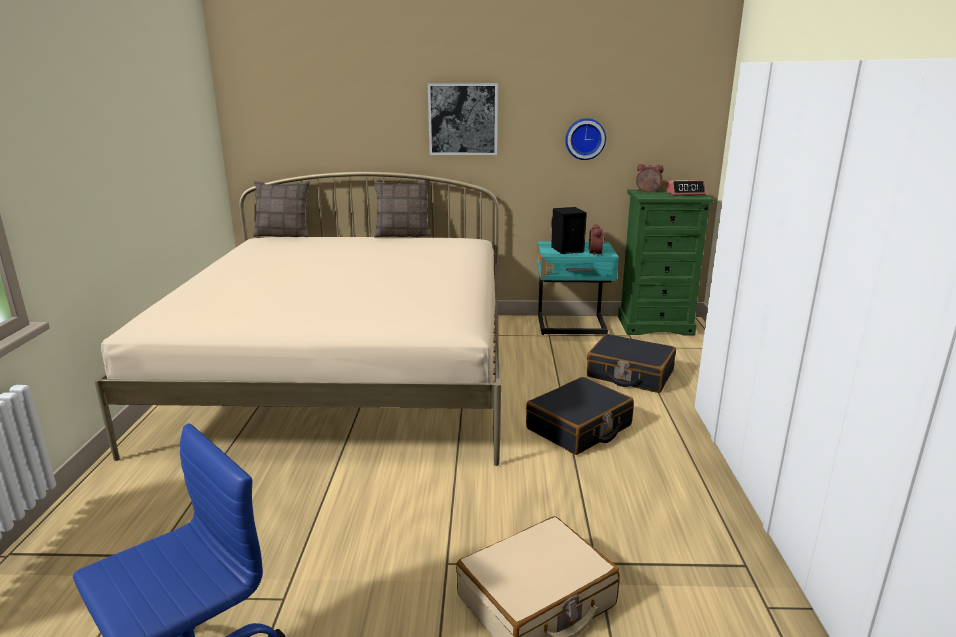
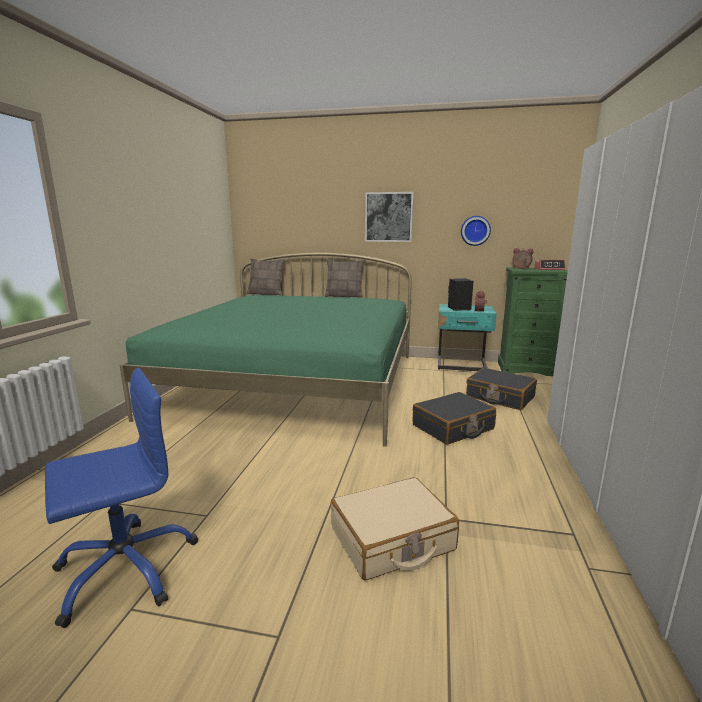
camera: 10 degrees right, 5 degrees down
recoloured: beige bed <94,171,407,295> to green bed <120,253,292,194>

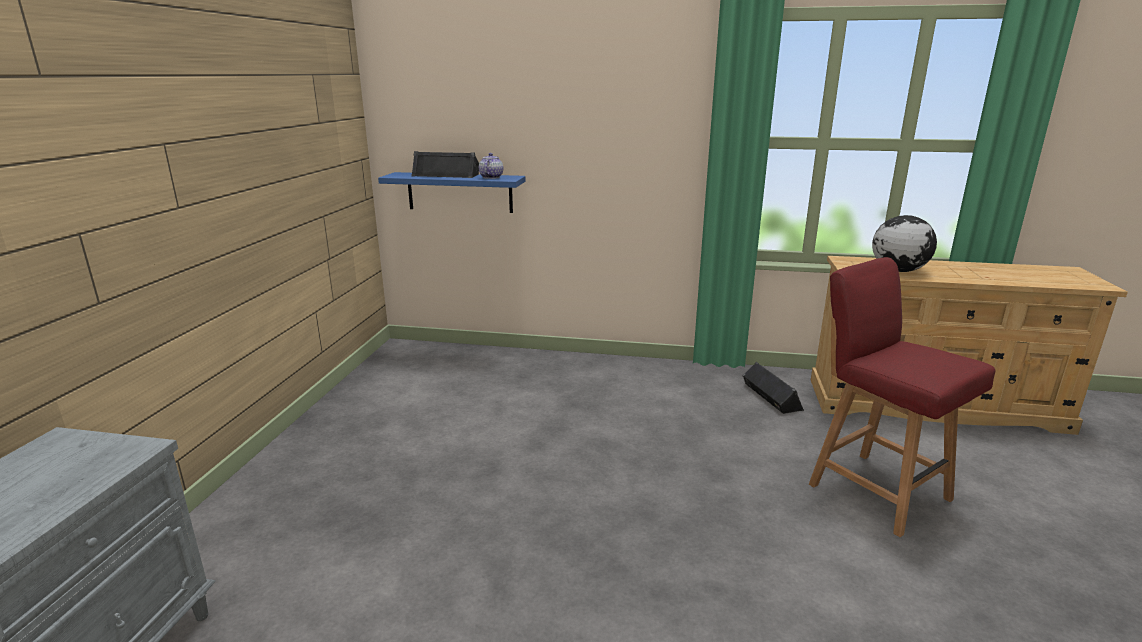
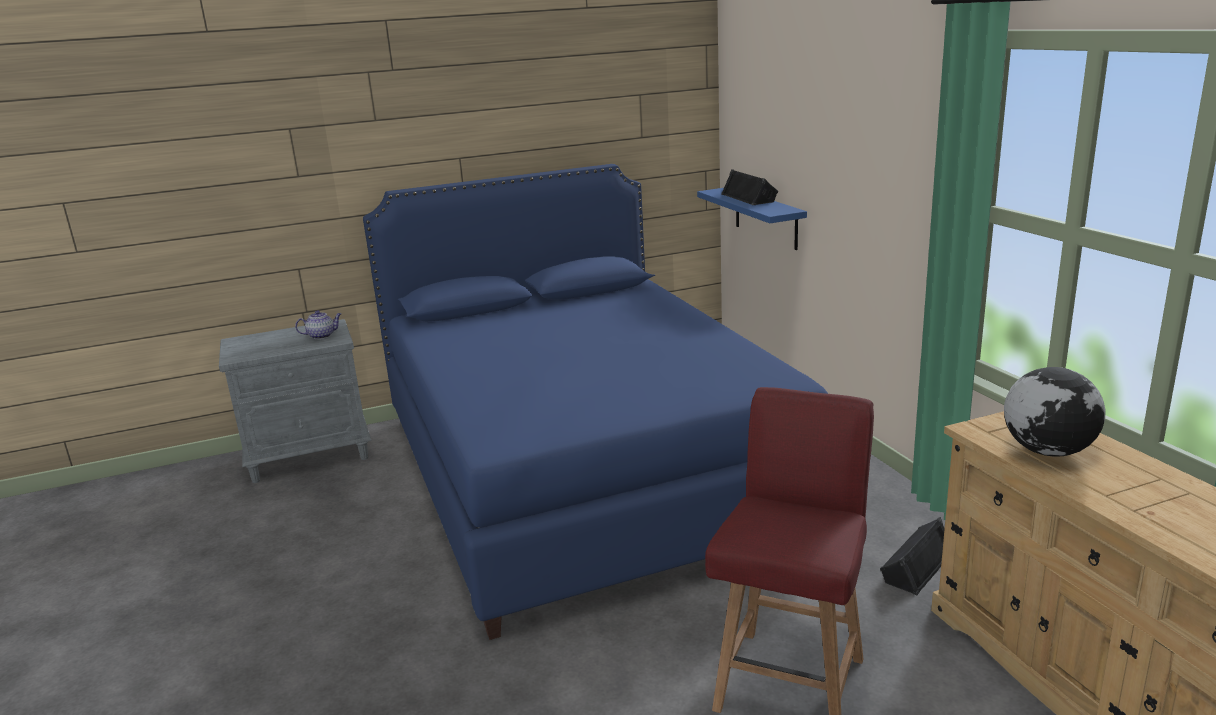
camera: 60 degrees right, 0 degrees up
added: blue bed <363,164,465,476>
moved: teapot <479,153,24,26> to <295,310,46,29>

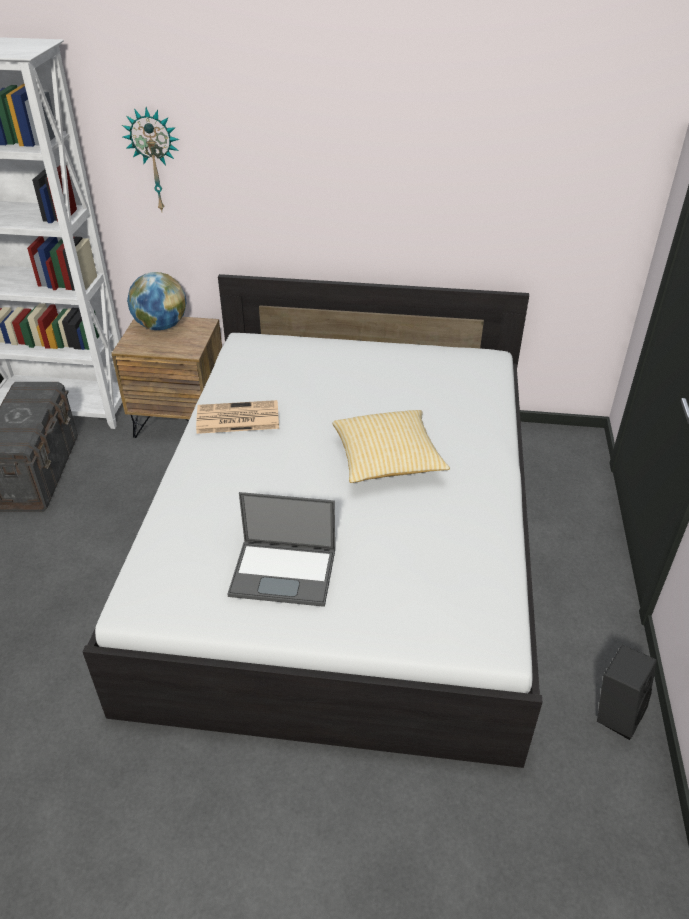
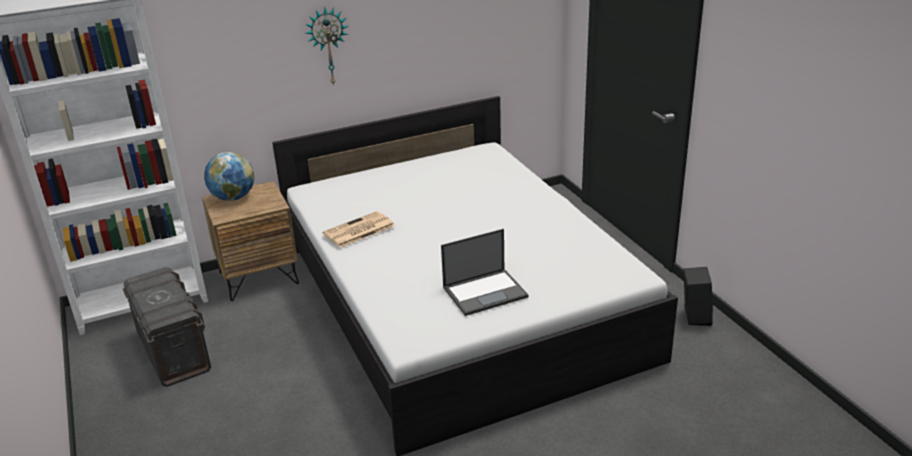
camera: 30 degrees left, 10 degrees down
removed: pillow <333,410,117,73>
moved: wall clock <122,107,57,104> to <305,7,44,79>

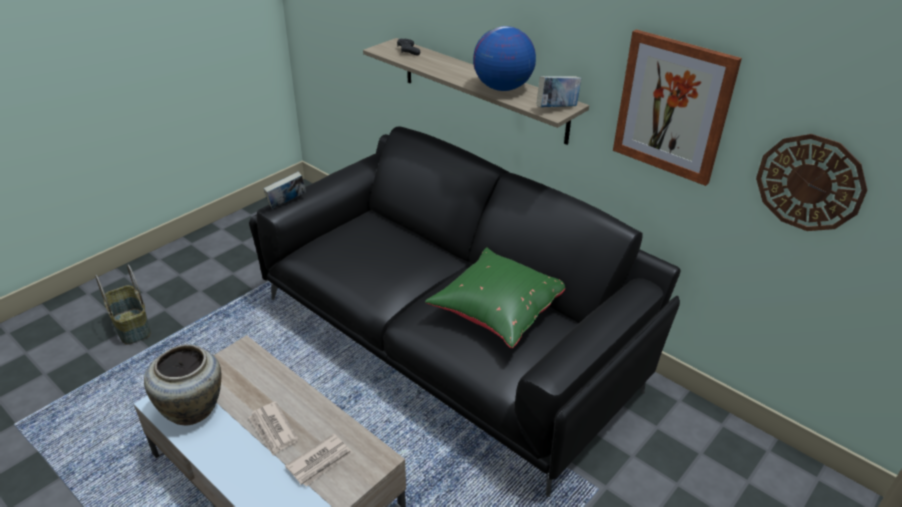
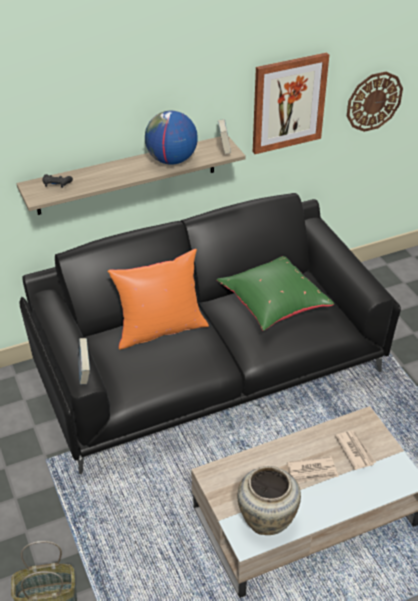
camera: 65 degrees left, 5 degrees up
added: orange pillow <107,249,102,101>

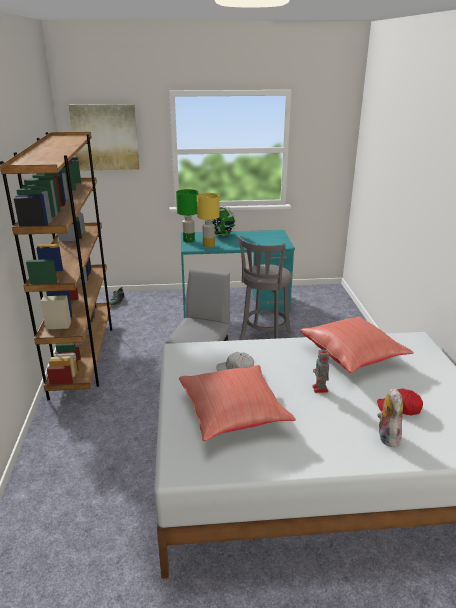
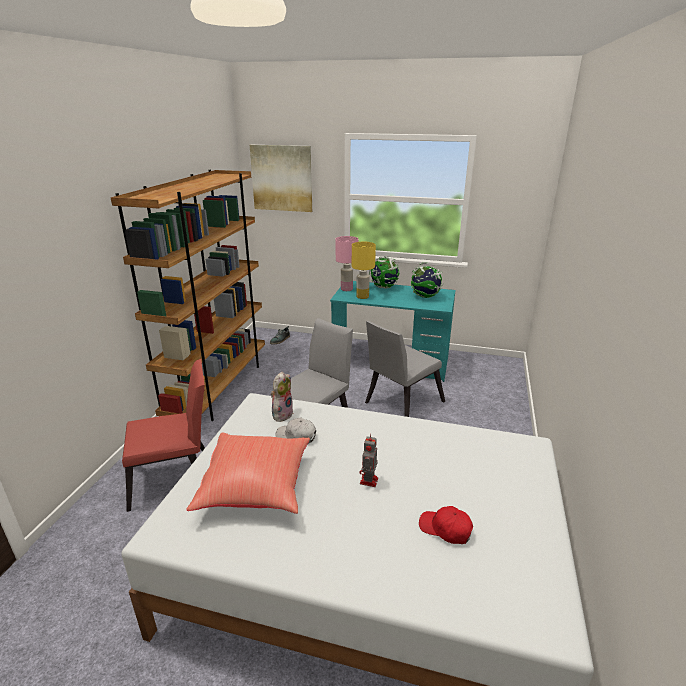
camera: 20 degrees right, 0 degrees up
removed: red pillow <300,316,114,57>
added: red chair <122,359,83,153>; globe <411,262,32,36>
moved: plush toy <377,388,26,59> to <271,372,22,50>
replaced: grey stool <238,236,54,104> to grey chair <365,321,80,96>
recoloured: green table lamp <176,189,22,54> to pink table lamp <336,236,23,55>

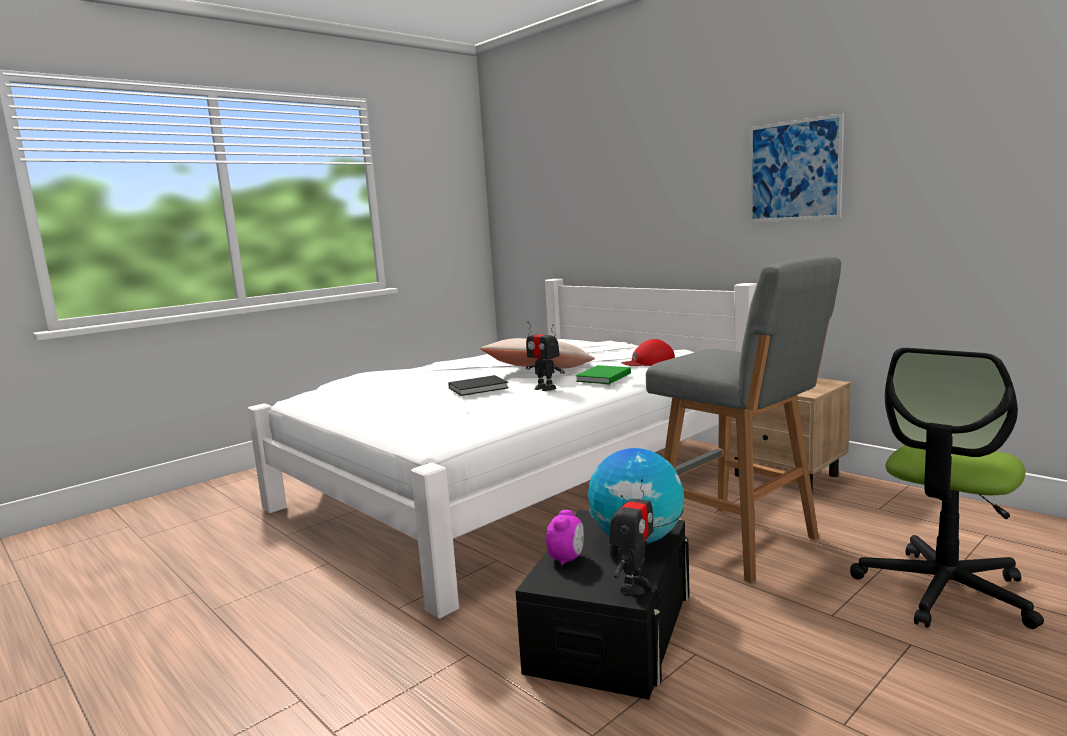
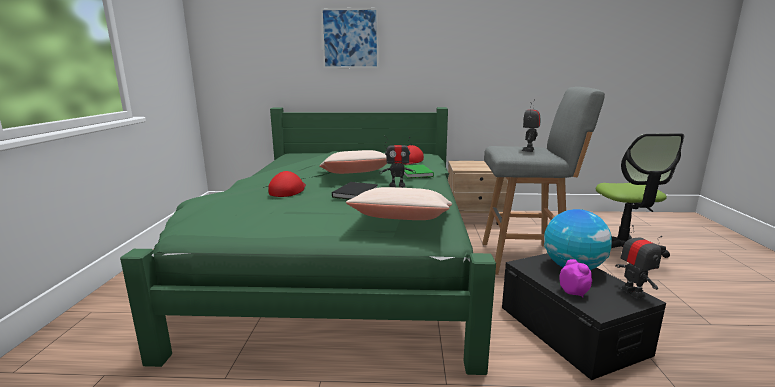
camera: 45 degrees left, 5 degrees up
added: red cap <268,171,38,26>; beige pillow <346,187,106,33>; toy robot <522,99,18,53>
moved: picture <749,113,95,109> to <321,8,58,60>
recoloured: white bed <247,279,510,340> to green bed <120,107,376,268>

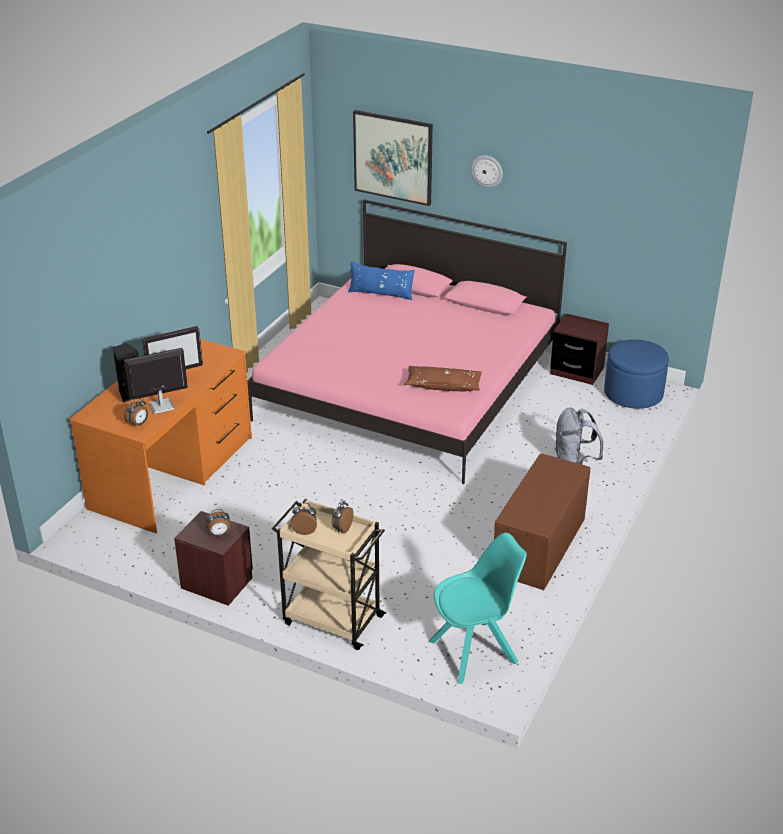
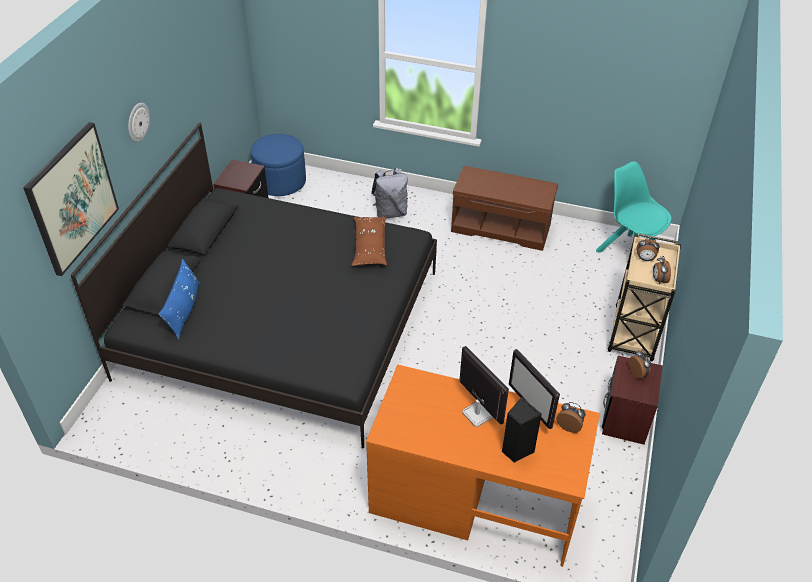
camera: 100 degrees left, 10 degrees up
recoloured: pink bed <247,199,320,285> to black bed <71,123,366,325>

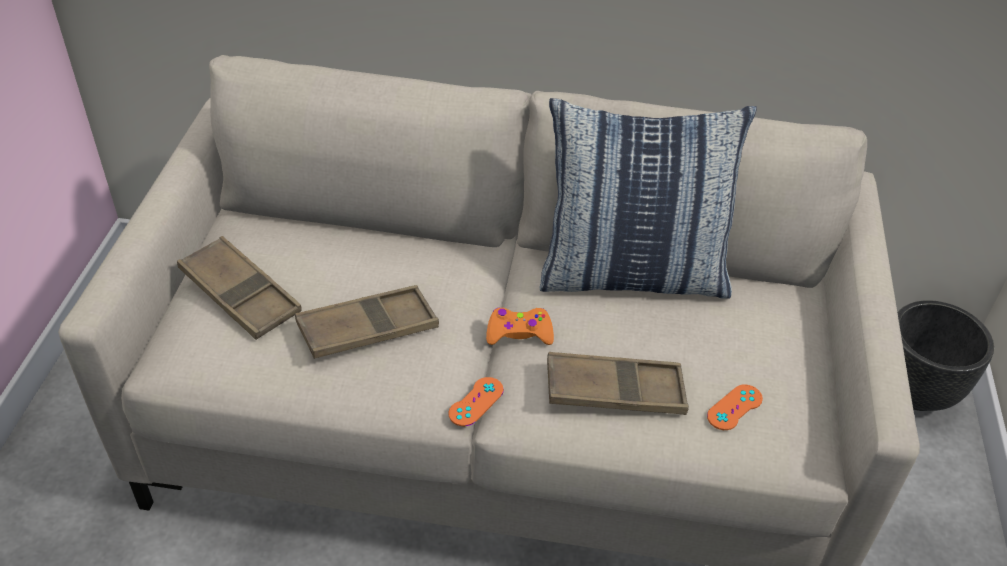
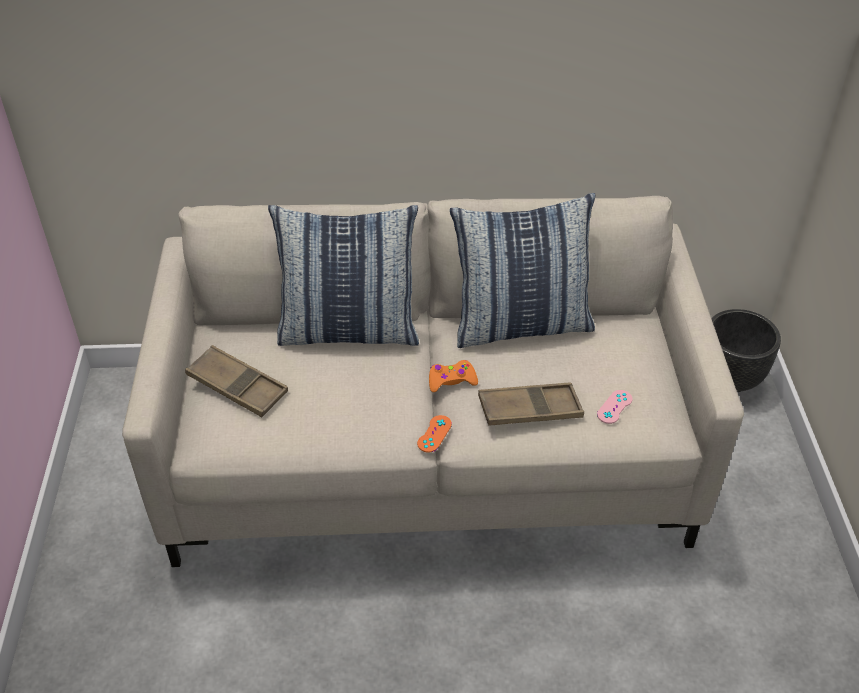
camera: 10 degrees left, 0 degrees up
removed: brown tray <295,285,144,74>
added: pillow <268,205,151,141>
recoloured: orange game controller <707,385,56,45> to pink game controller <597,390,36,34>

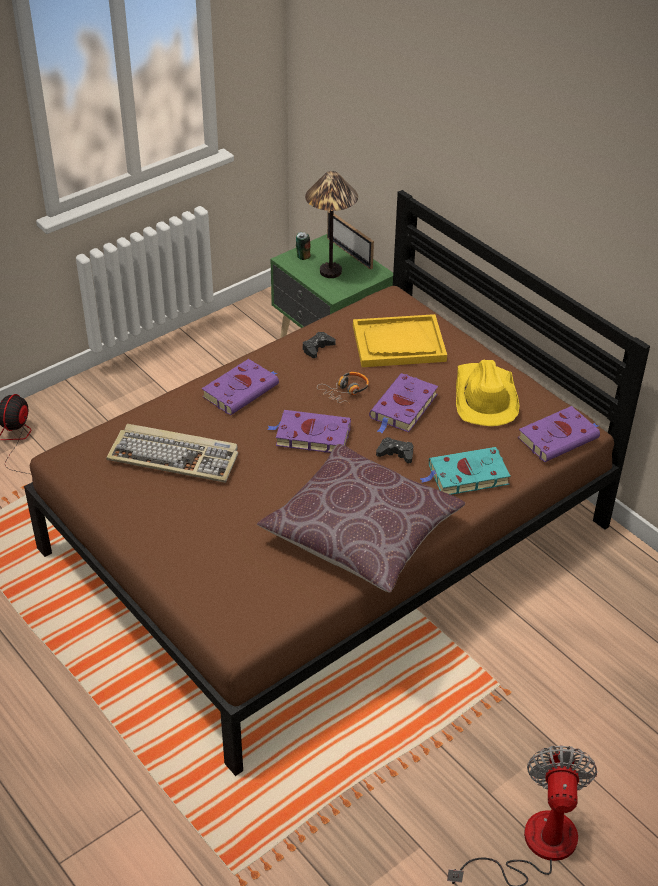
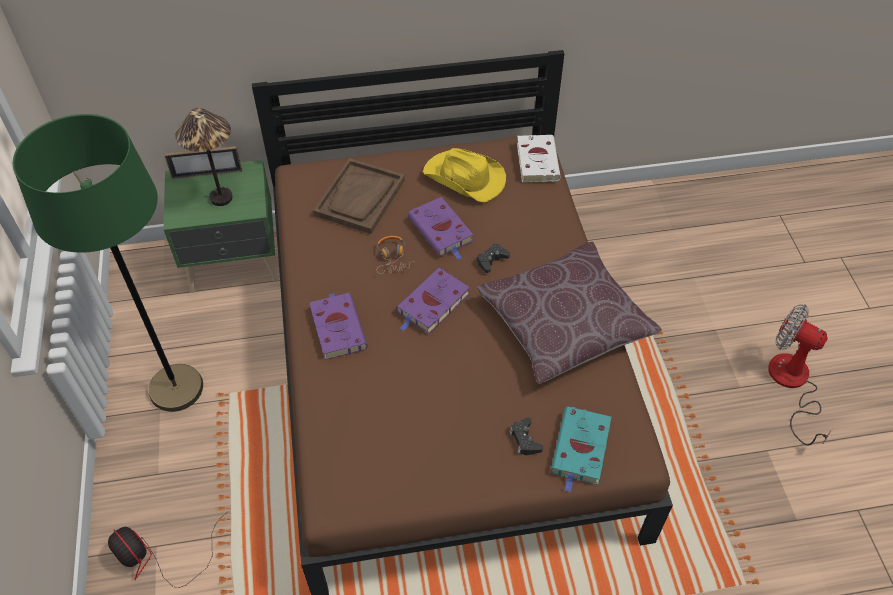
camera: 60 degrees left, 10 degrees up
removed: keyboard <107,424,131,59>; can <296,232,15,28>
added: green floor lamp <13,114,190,298>
moved: black game controller <302,332,34,26> to <509,417,34,38>; turquoise book <420,447,91,48> to <551,407,60,86>
recoloured: yellow tray <353,314,94,53> to brown tray <313,158,92,76>; purple book <518,406,82,56> to white book <517,135,44,47>

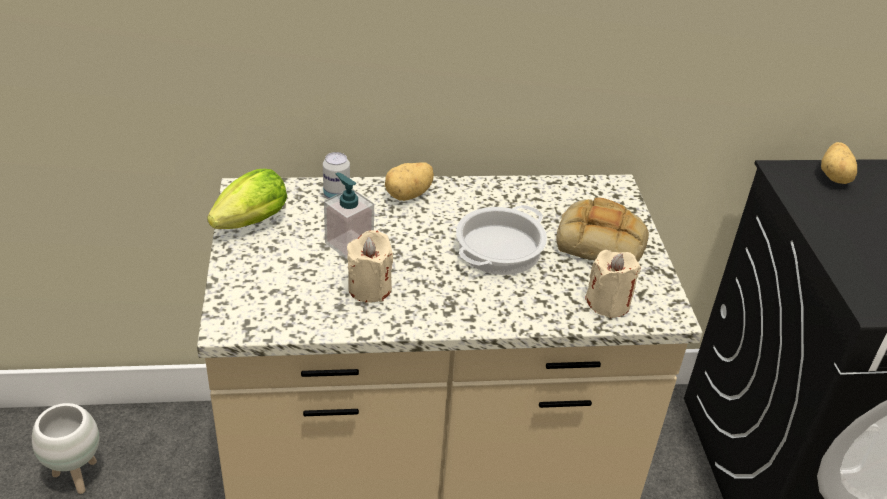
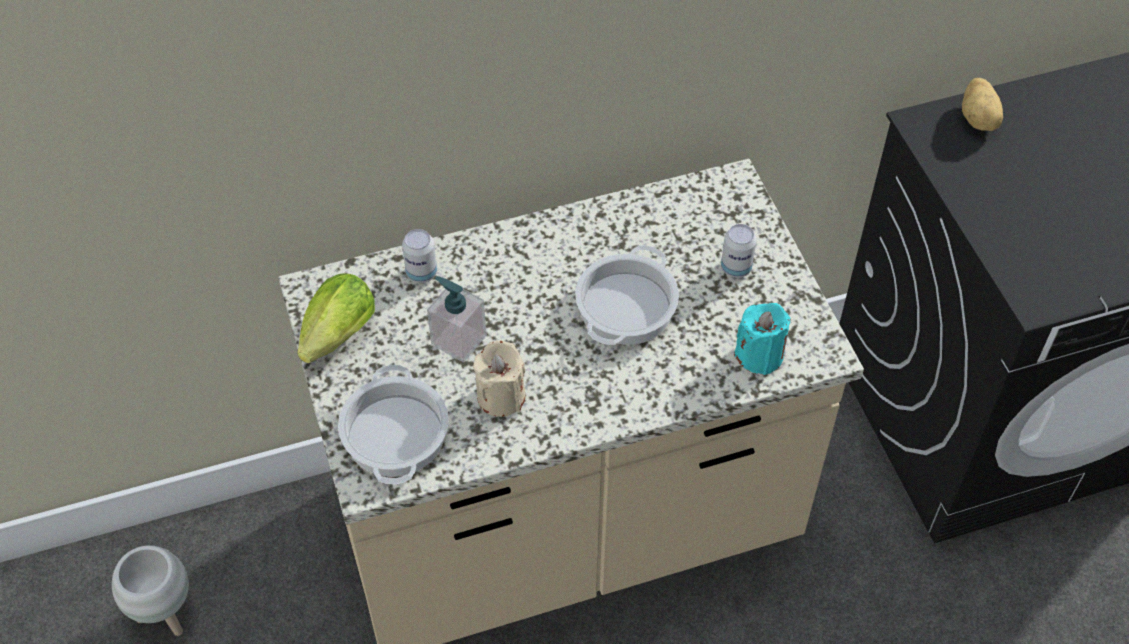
camera: 10 degrees left, 15 degrees up
removed: potato <385,162,49,39>
added: cooking pot <338,365,111,119>
replaced: bread <556,198,93,63> to can <721,224,35,54>
recoloured: beige candle <585,250,56,68> to turquoise candle <734,303,57,72>

